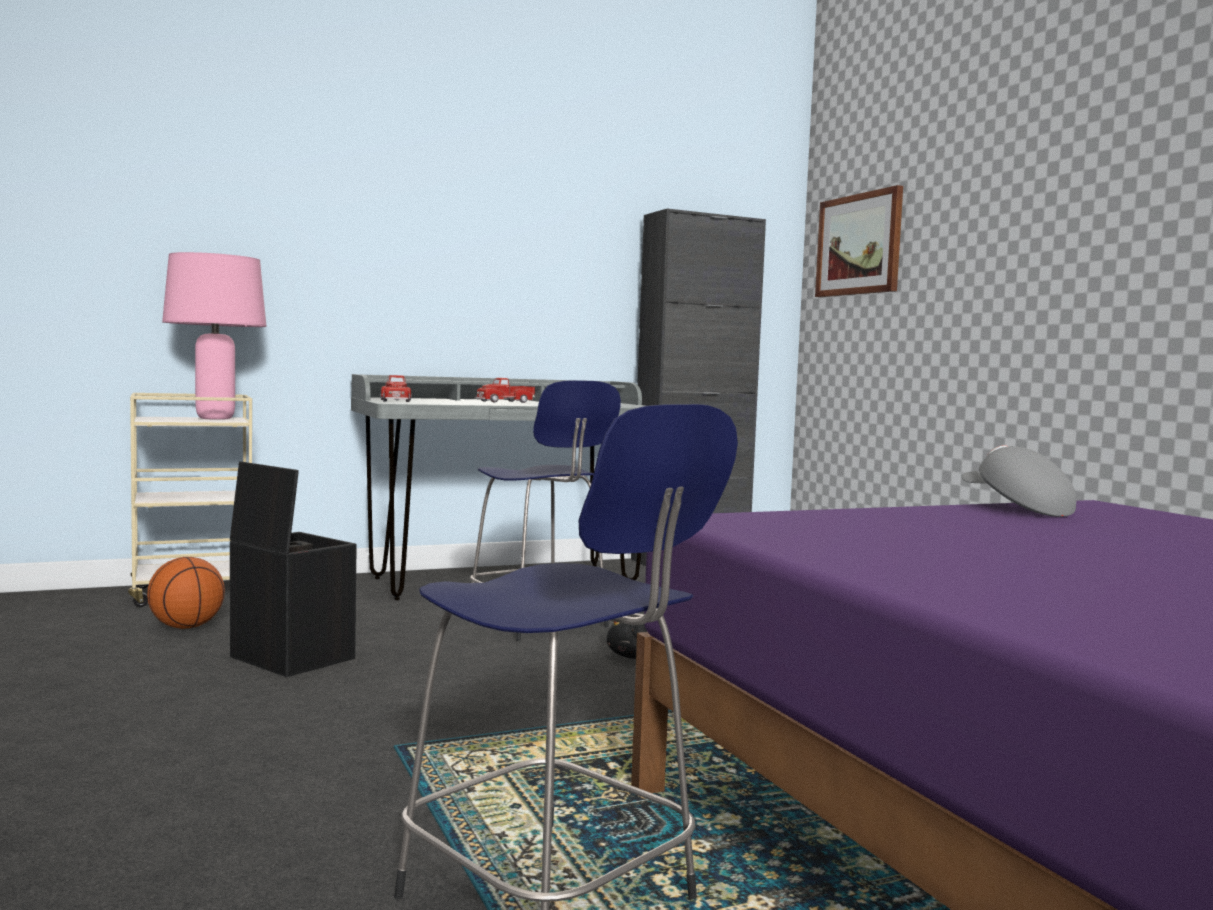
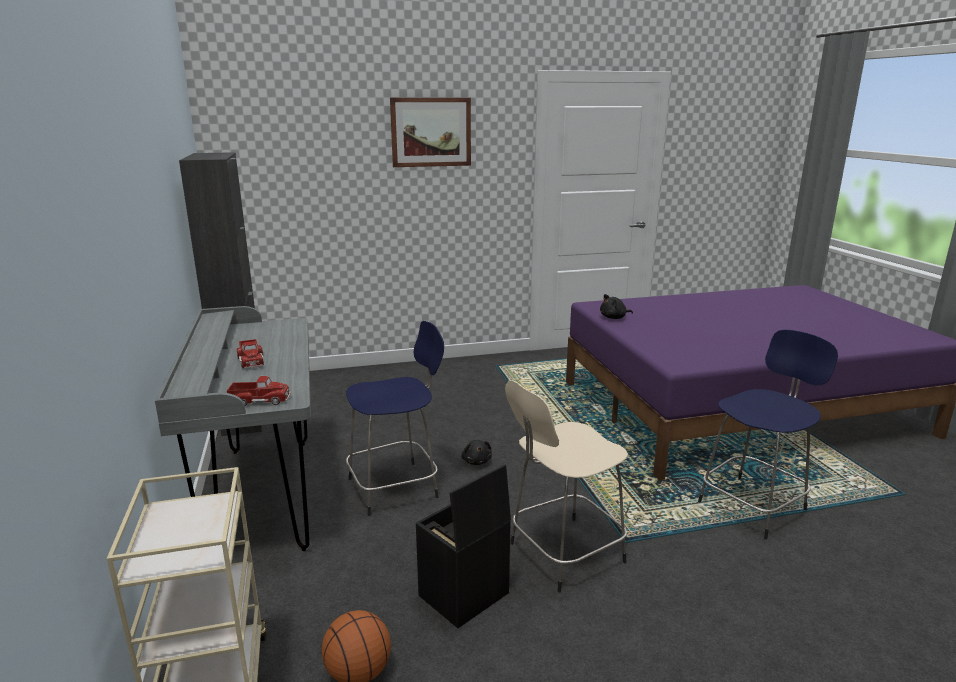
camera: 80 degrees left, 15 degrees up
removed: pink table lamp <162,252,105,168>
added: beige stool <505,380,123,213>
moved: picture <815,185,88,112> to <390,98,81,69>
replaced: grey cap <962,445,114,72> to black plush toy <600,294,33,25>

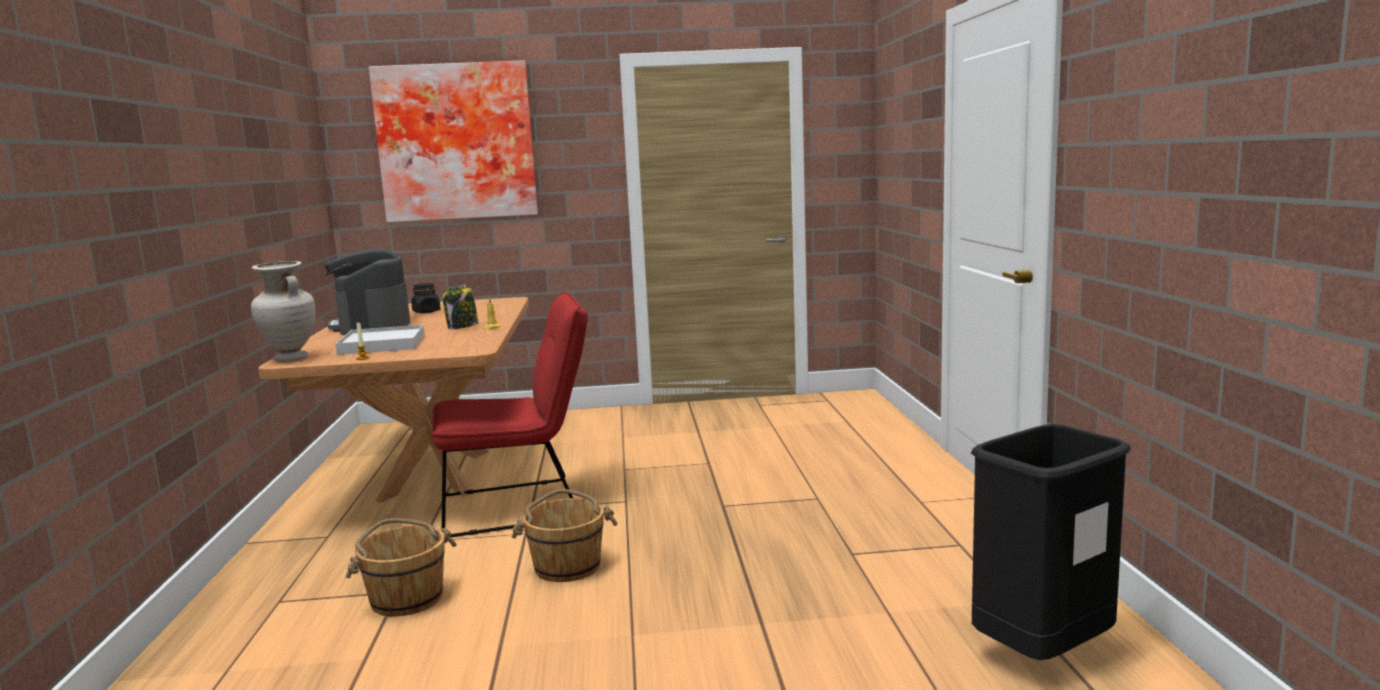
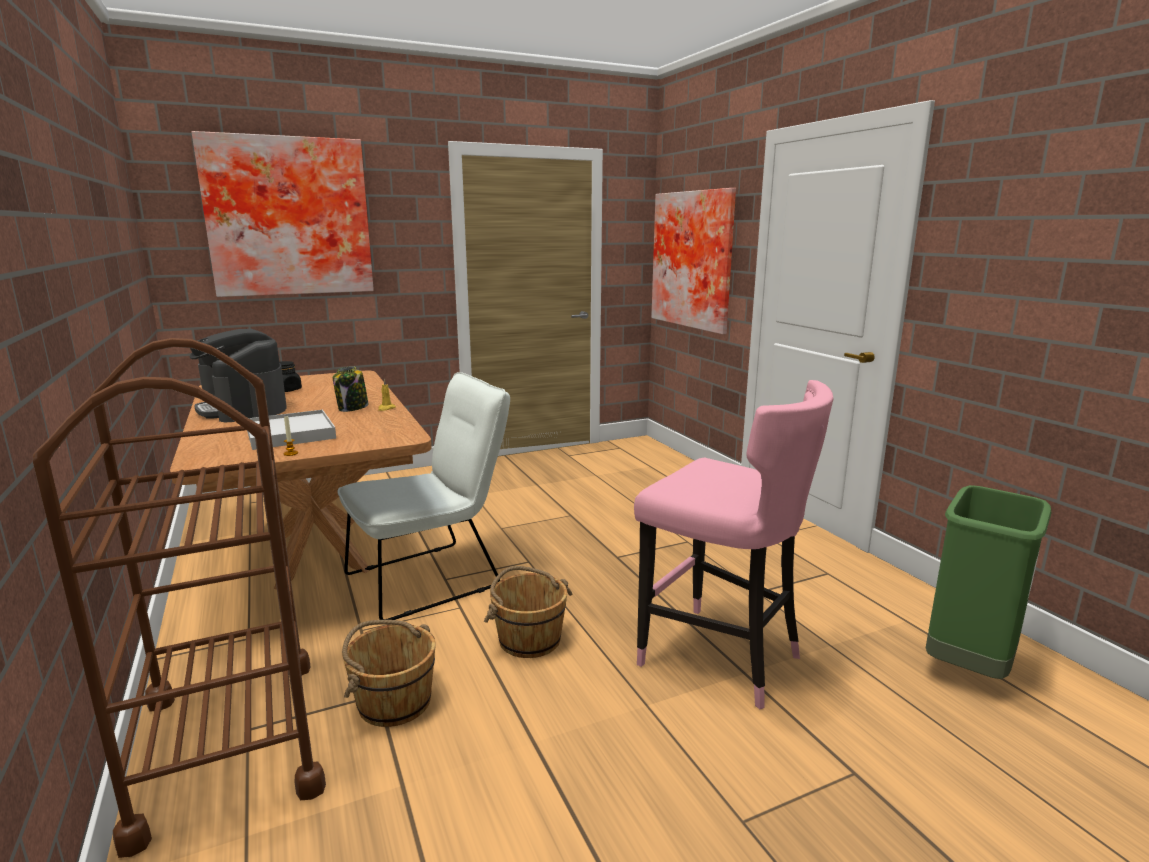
camera: 20 degrees left, 5 degrees up
removed: beige vase <251,261,64,101>
added: brown cart <33,338,293,520>; pink stool <634,380,199,330>; picture <651,188,85,146>
recoloured: red chair <431,292,157,245> to white chair <338,372,172,248>; black trash can <971,424,160,236> to green trash can <926,485,125,194>

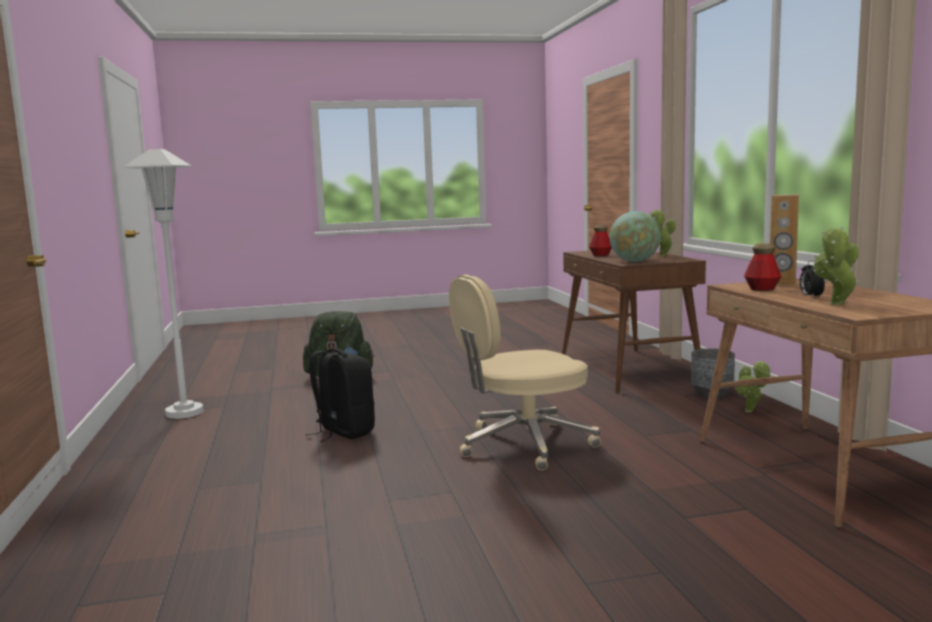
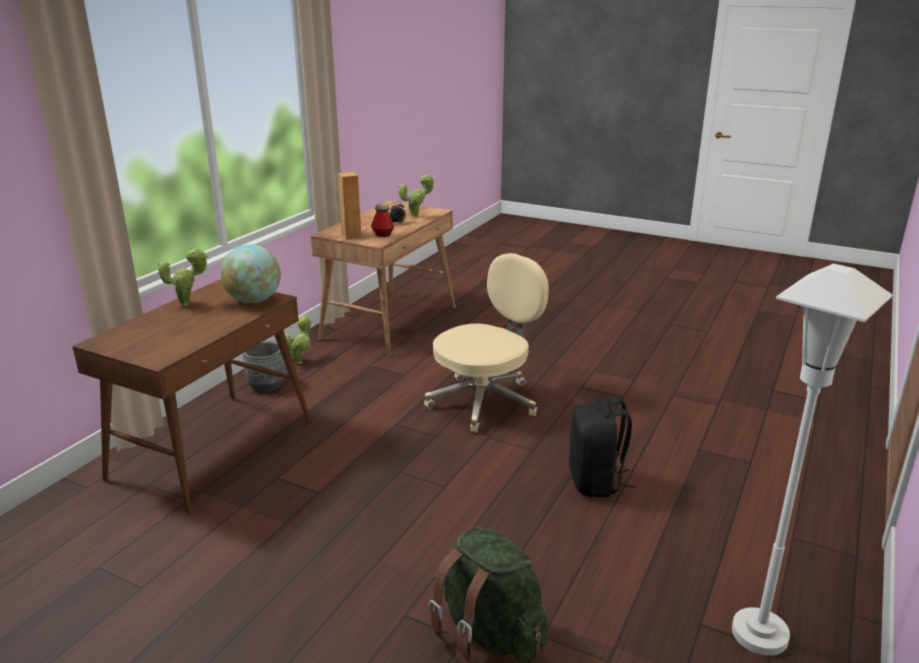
camera: 140 degrees left, 15 degrees up
removed: bottle <589,225,23,31>
turned: beige office chair <449,274,152,196> = <424,253,125,180> 60 degrees counterclockwise

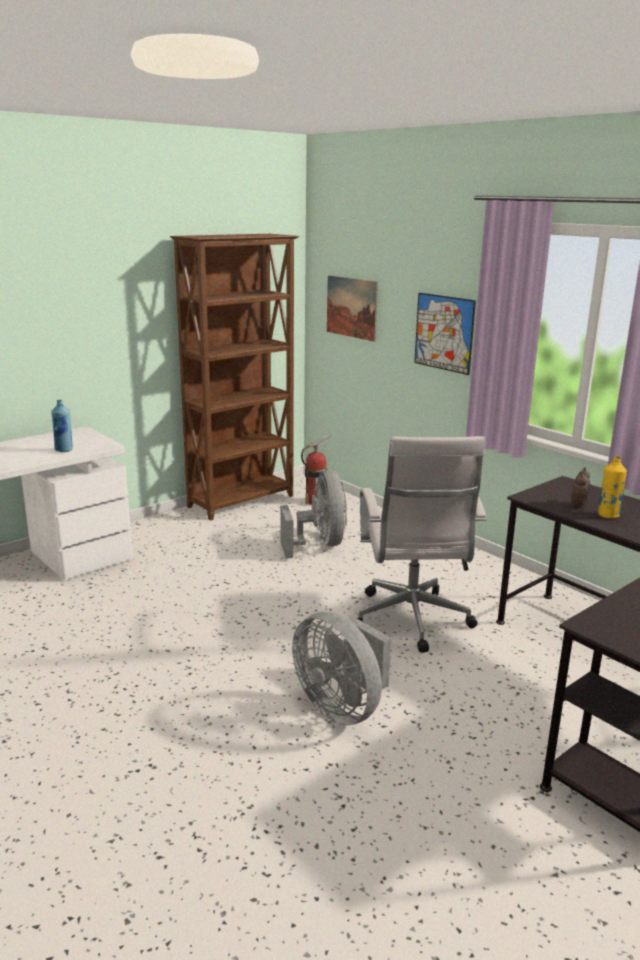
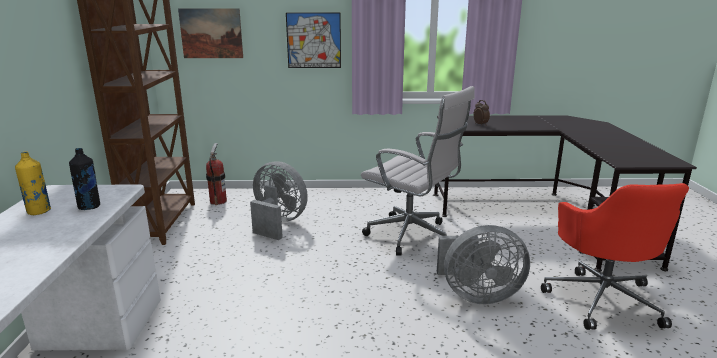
camera: 50 degrees left, 0 degrees up
added: red office chair <541,183,148,147>
moved: yellow bottle <598,456,29,63> to <15,151,36,64>
recoloured: blue bottle <51,400,22,52> to black bottle <69,148,31,62>

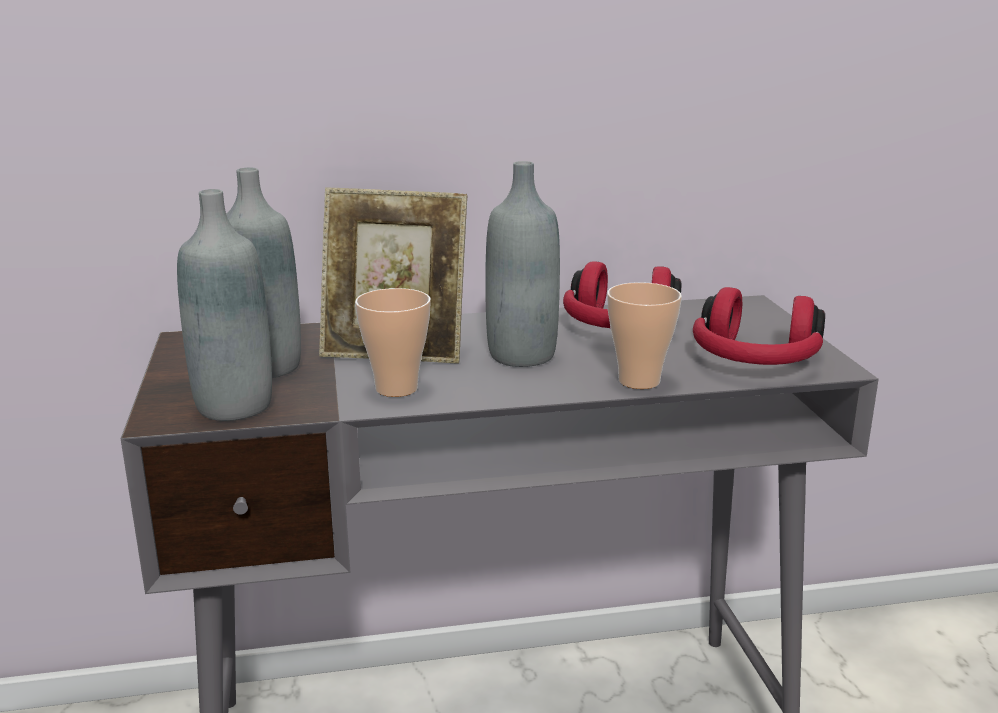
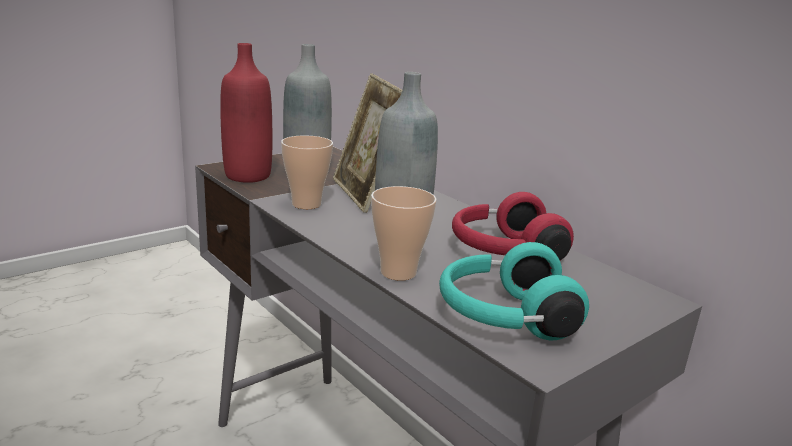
camera: 60 degrees right, 0 degrees up
recoloured: grey bottle <177,189,95,232> to red bottle <220,43,53,140>; red headphones <693,287,132,78> to turquoise headphones <439,242,150,98>

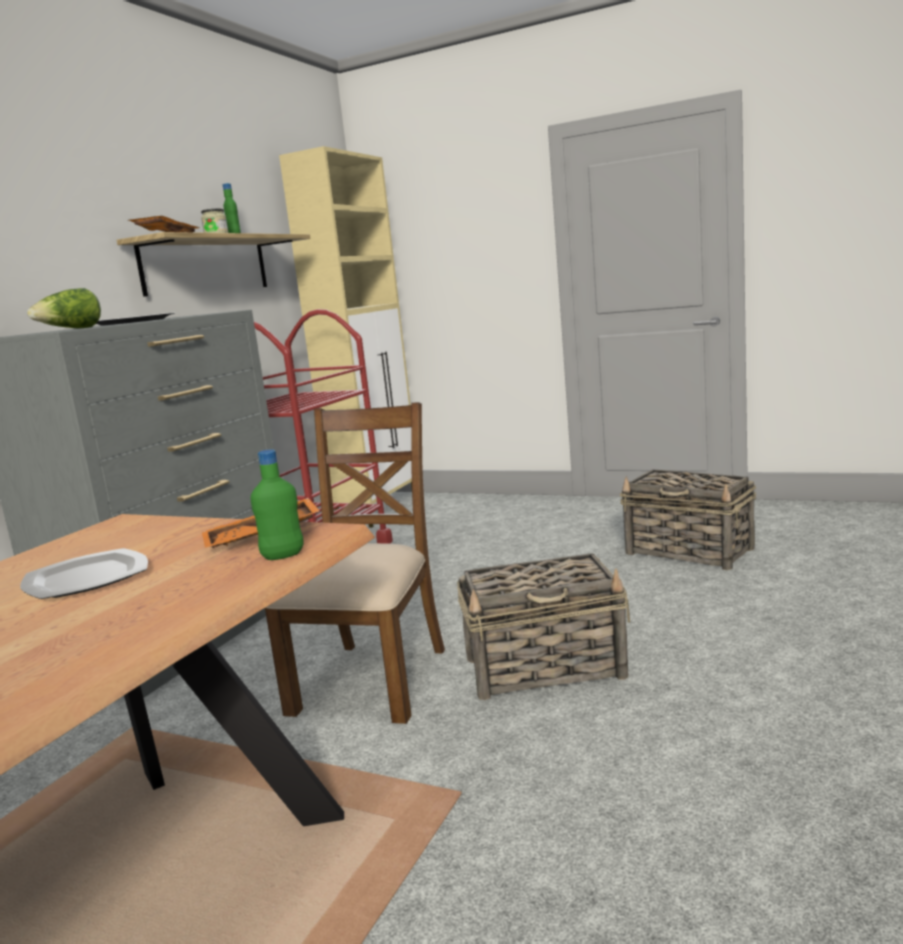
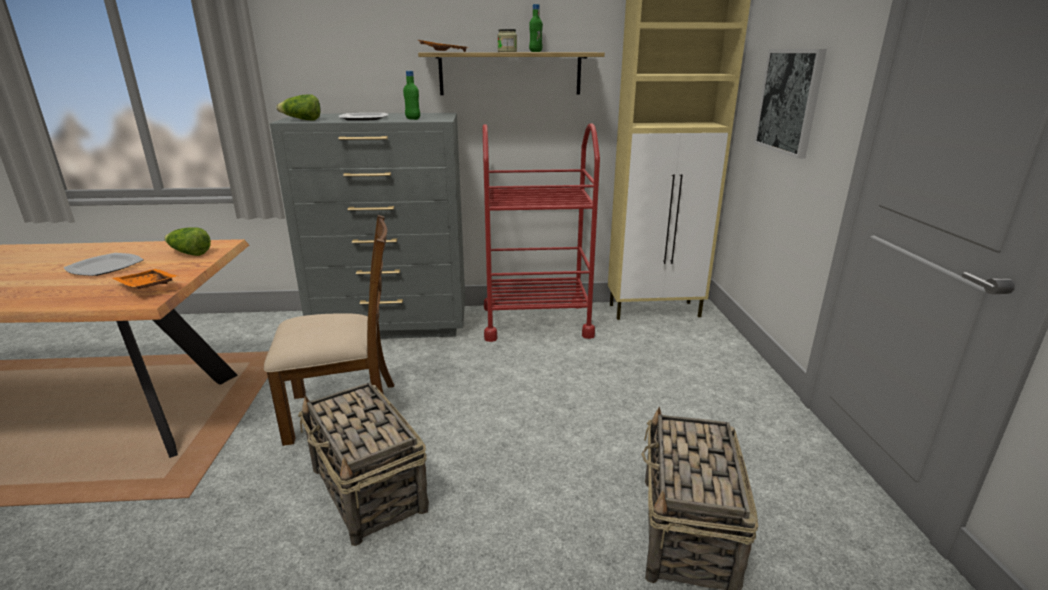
camera: 60 degrees right, 10 degrees up
added: lettuce <164,227,47,29>; picture <754,49,73,110>
moved: green bottle <251,449,53,111> to <403,71,17,49>

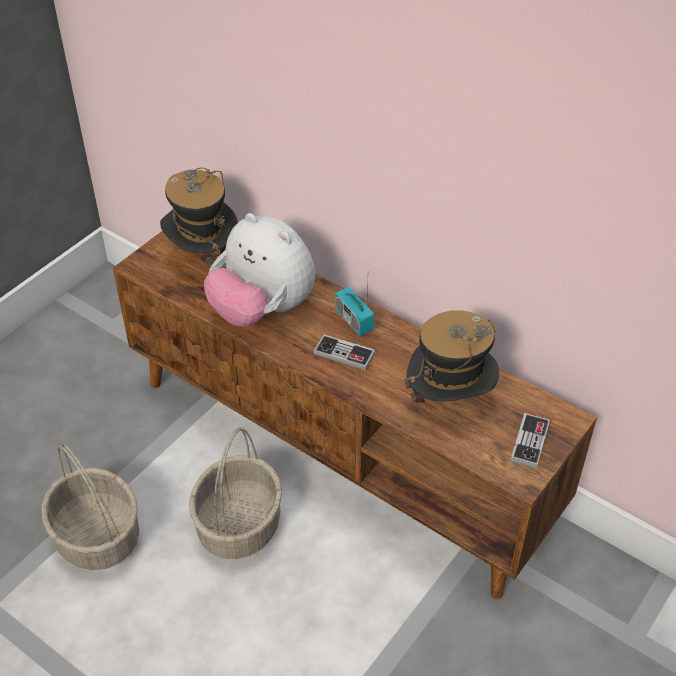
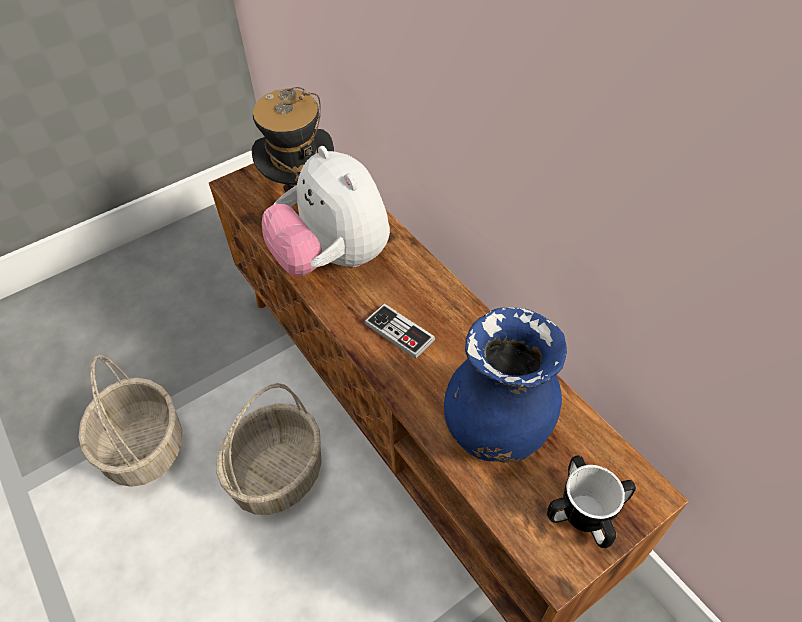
camera: 20 degrees right, 5 degrees up
removed: radio <335,284,39,52>
replaced: hat <404,310,95,115> to blue vase <444,307,123,156>; game controller <510,413,40,56> to mug <547,455,89,93>

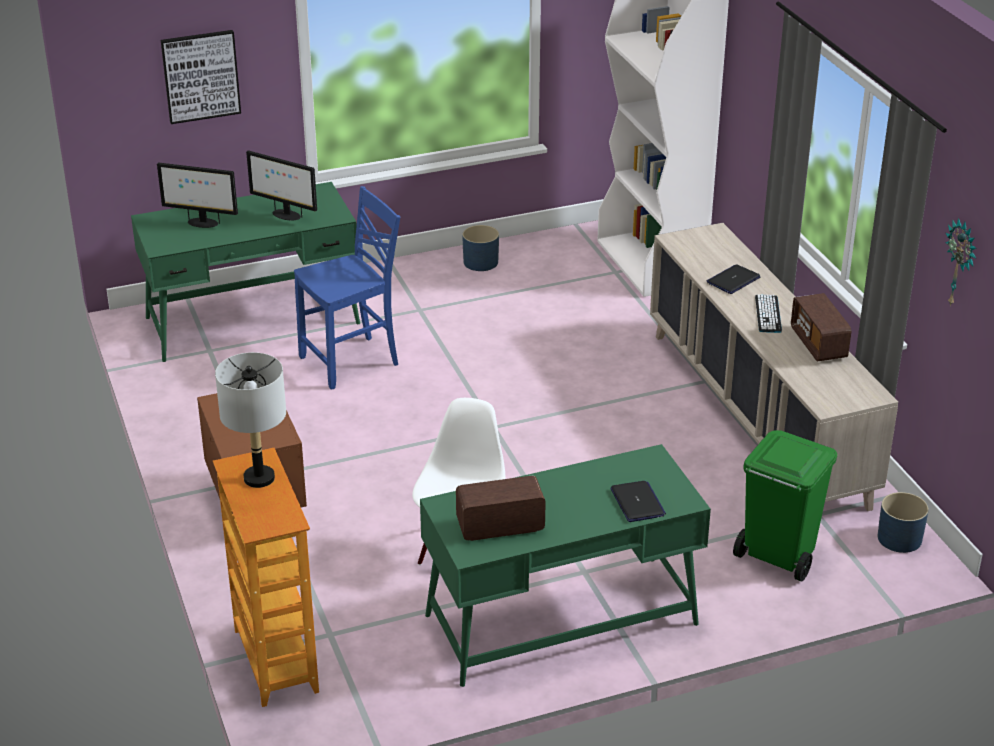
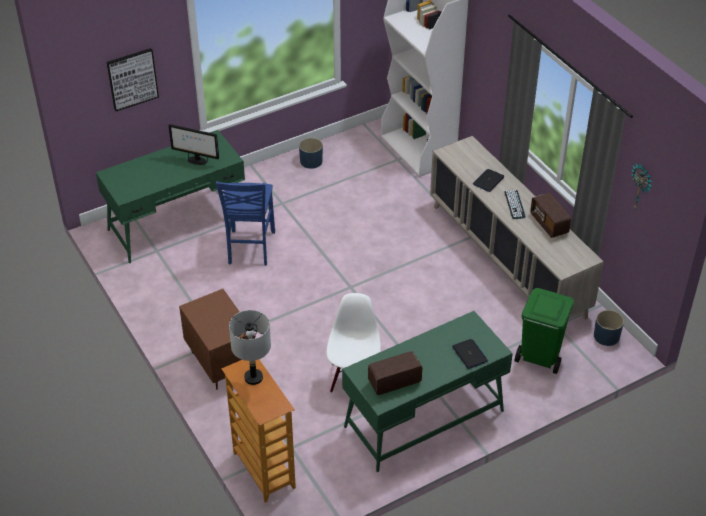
camera: 10 degrees left, 10 degrees up
removed: monitor <157,163,81,65>
turned: blue chair <294,186,106,204> = <216,181,59,85> 135 degrees clockwise

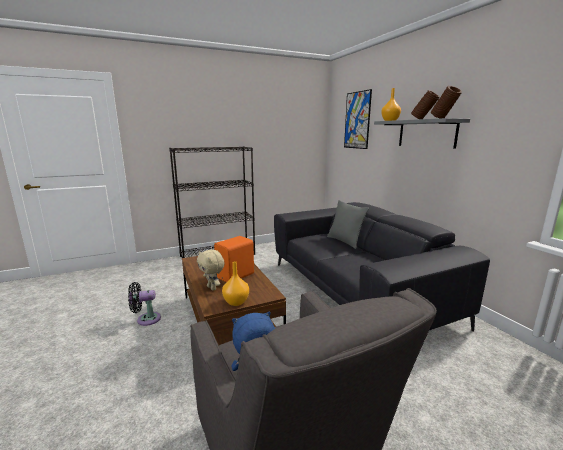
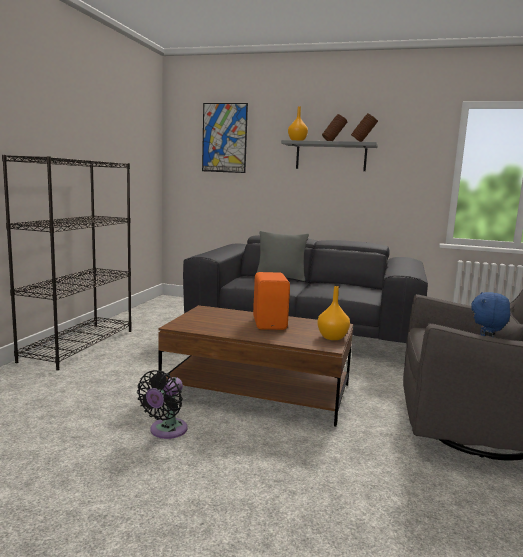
camera: 50 degrees left, 5 degrees down
removed: beige plush toy <197,249,28,42>

